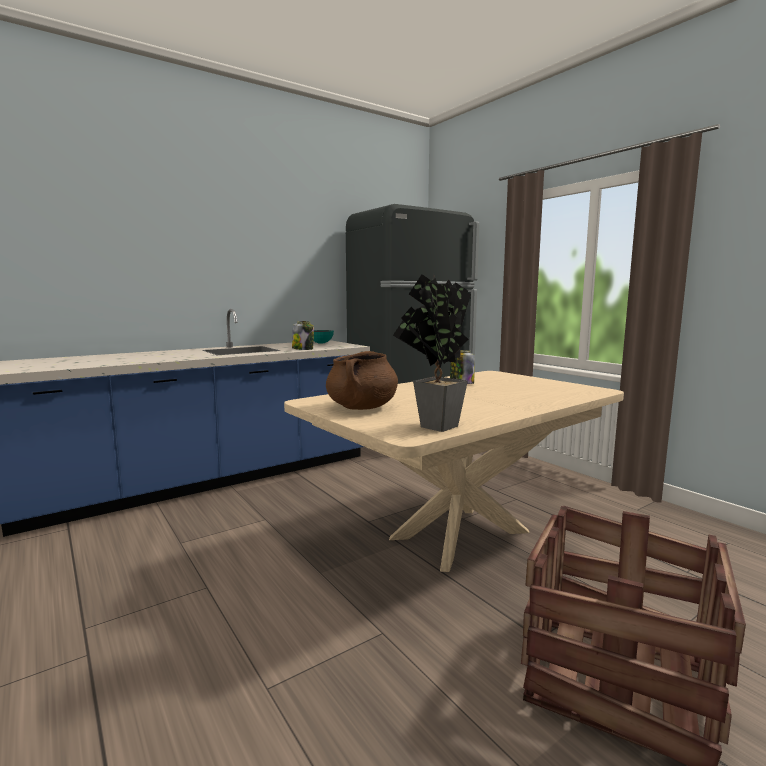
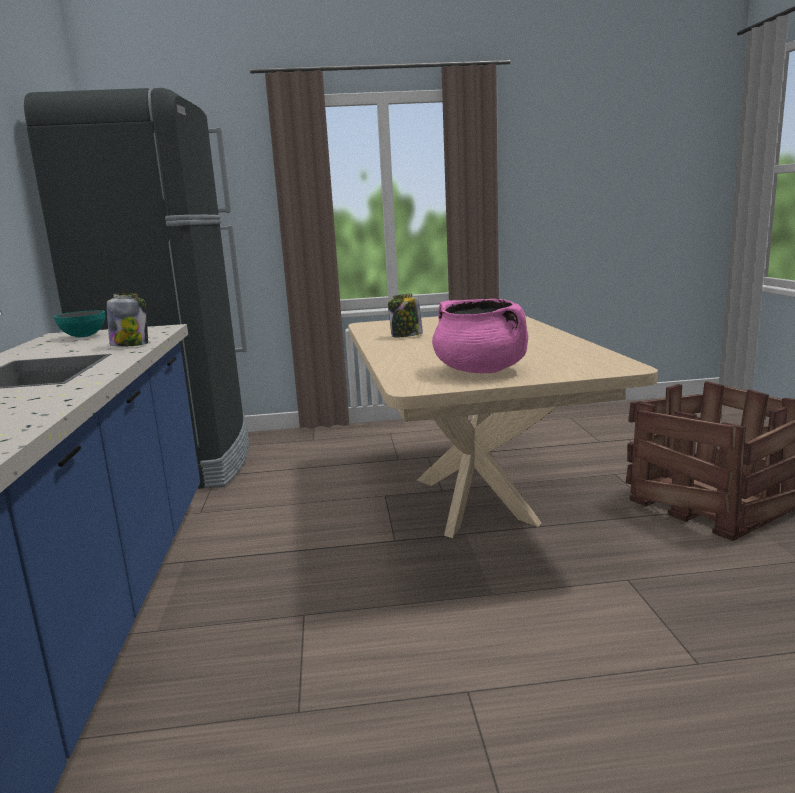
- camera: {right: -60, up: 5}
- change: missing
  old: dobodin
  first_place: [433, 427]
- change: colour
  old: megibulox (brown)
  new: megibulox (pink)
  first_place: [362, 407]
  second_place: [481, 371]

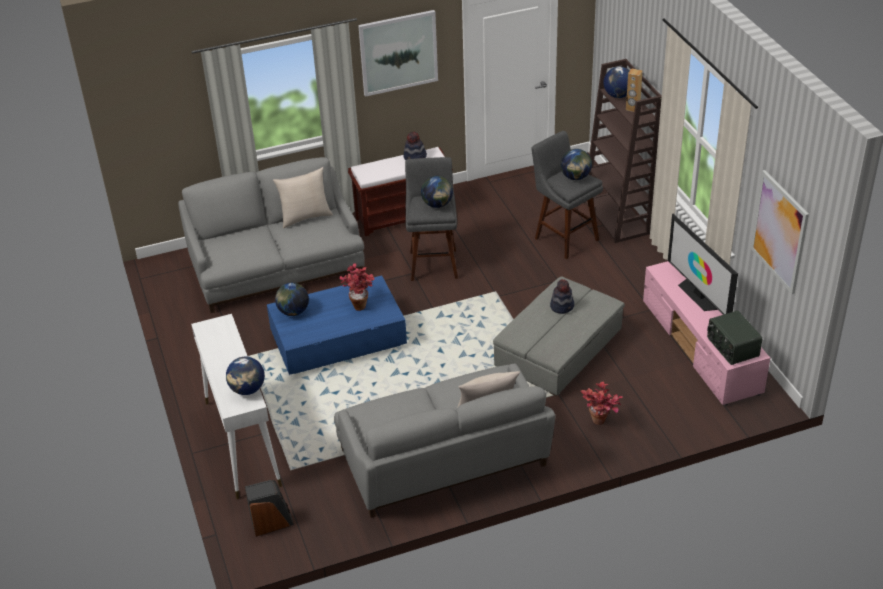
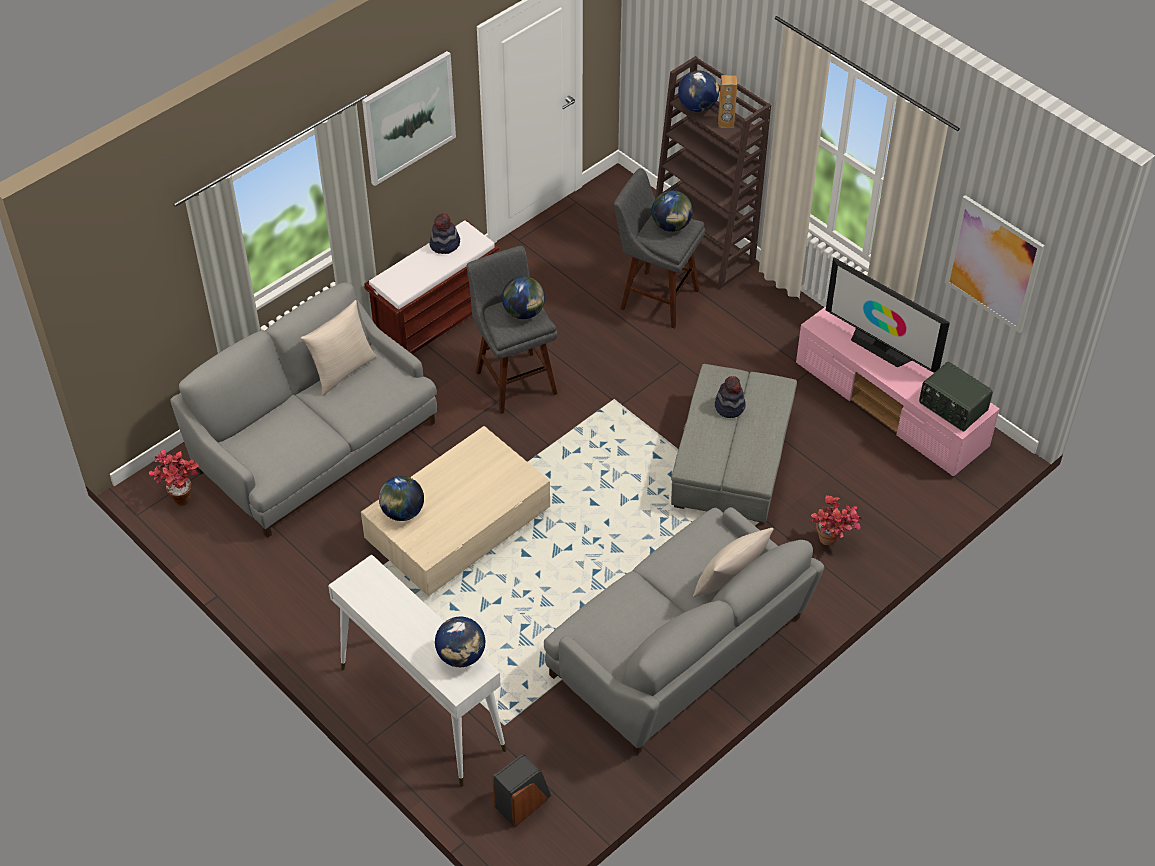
- camera: {right: -25, up: 10}
- change: relocated
  old: dobodin
  first_place: [359, 304]
  second_place: [180, 495]
- change: colour
  old: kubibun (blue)
  new: kubibun (beige)
  first_place: [339, 340]
  second_place: [458, 527]

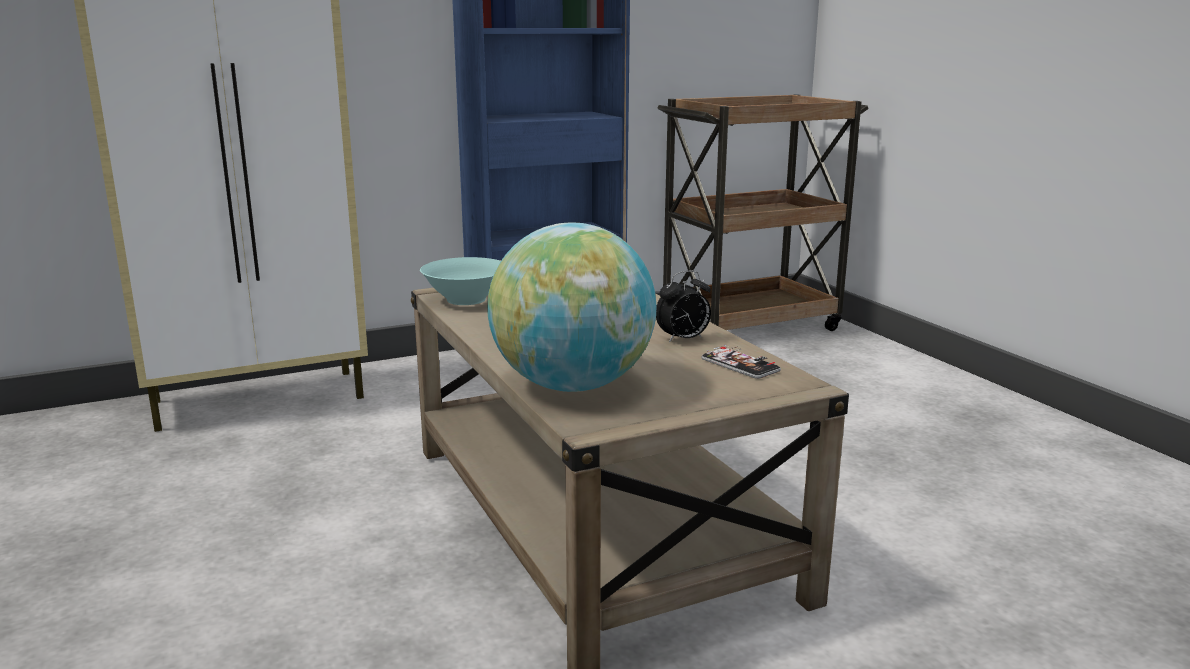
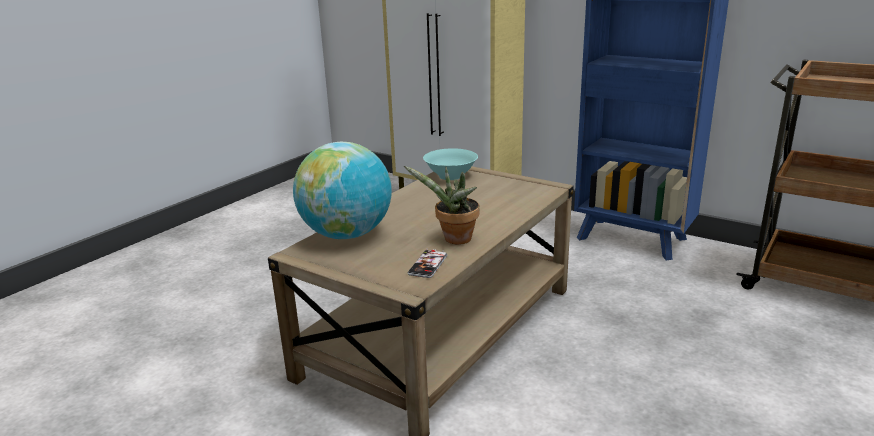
- camera: {right: 60, up: 5}
- change: exchanged
  old: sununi
  new: dobodin
  first_place: [683, 340]
  second_place: [454, 240]

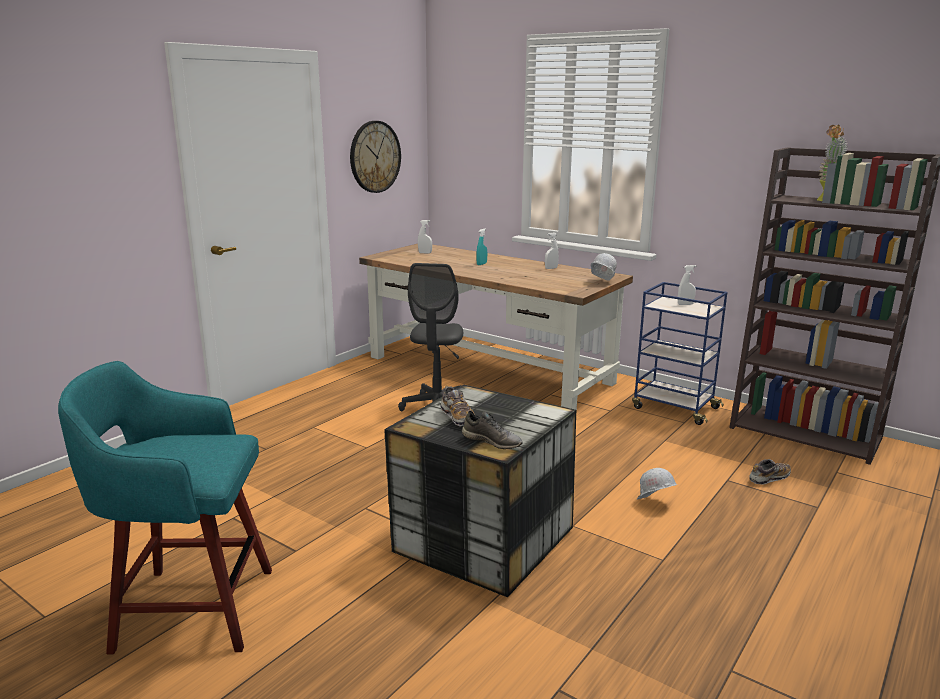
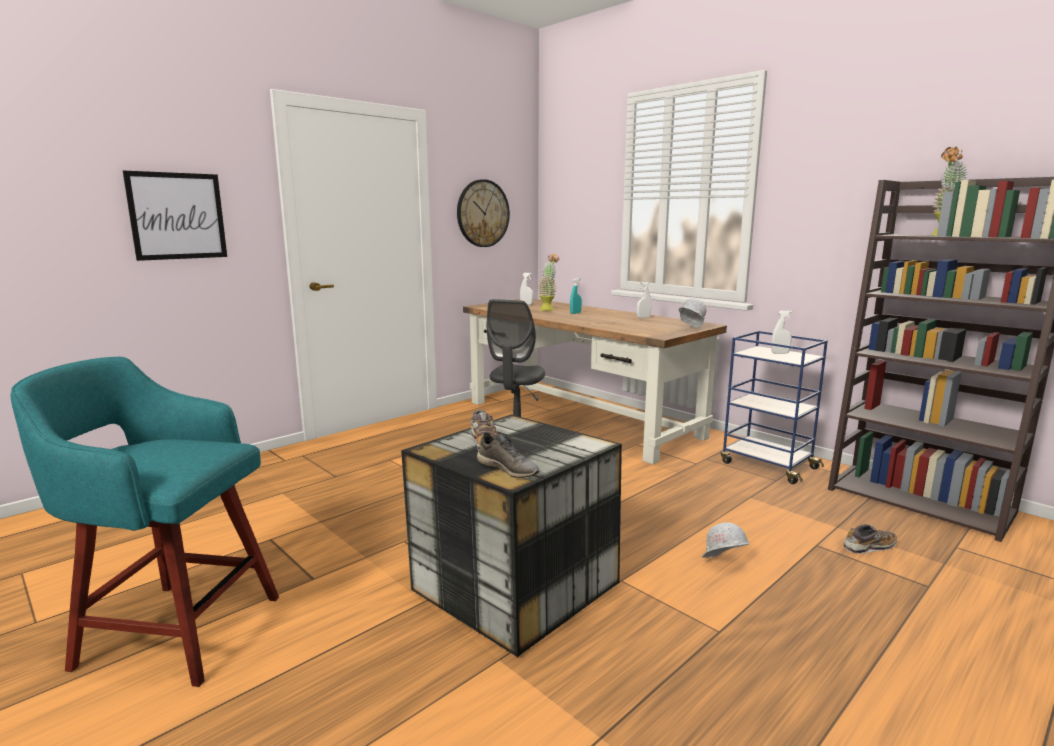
- camera: {right: 10, up: -5}
- change: appeared
  new: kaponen
  second_place: [177, 216]
- change: appeared
  new: dobodin
  second_place: [548, 309]

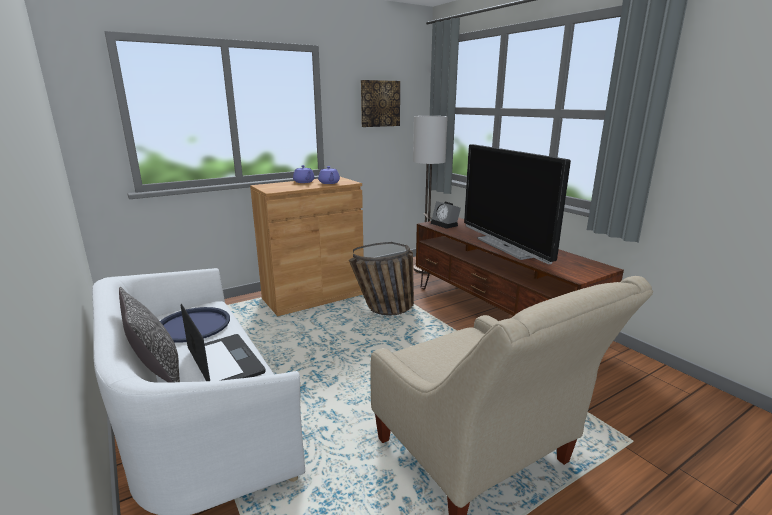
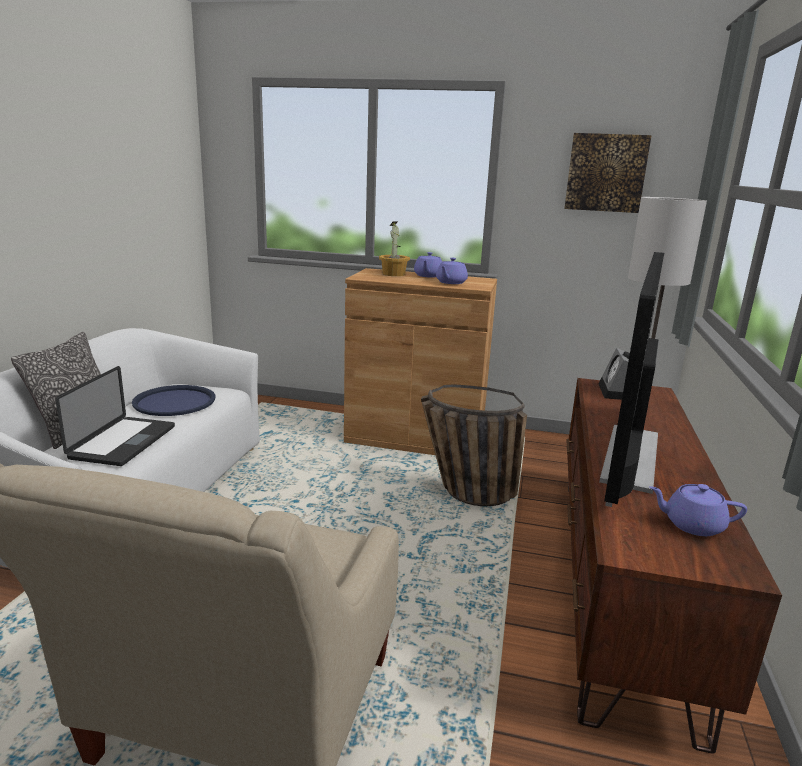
- camera: {right: 45, up: 0}
- change: appeared
  new: dobodin
  second_place: [394, 274]
- change: appeared
  new: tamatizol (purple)
  second_place: [692, 525]

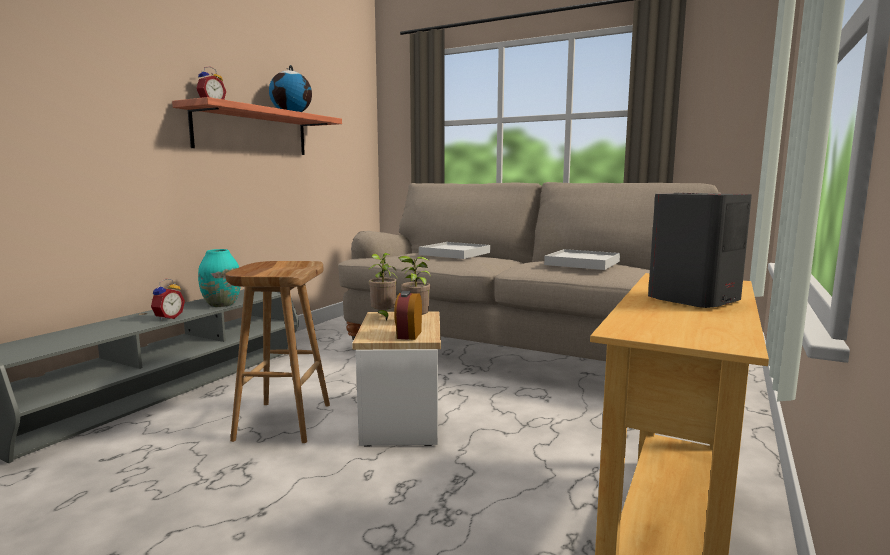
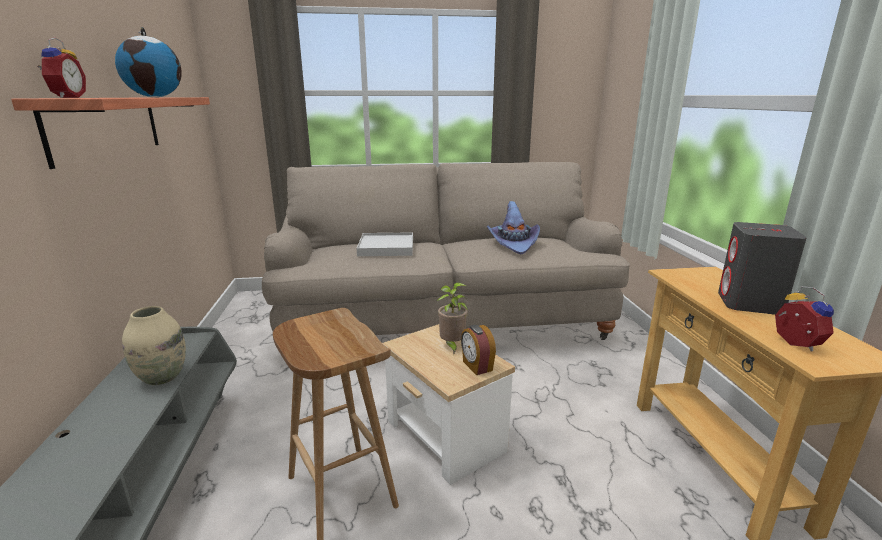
- camera: {right: -35, up: 10}
- change: missing
  old: dobodin
  first_place: [383, 317]
- change: relocated
  old: sununi
  first_place: [167, 318]
  second_place: [794, 344]
- change: exchanged
  old: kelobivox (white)
  new: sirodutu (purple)
  first_place: [582, 263]
  second_place: [513, 244]
- change: colour
  old: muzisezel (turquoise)
  new: muzisezel (beige)
  first_place: [221, 304]
  second_place: [162, 377]

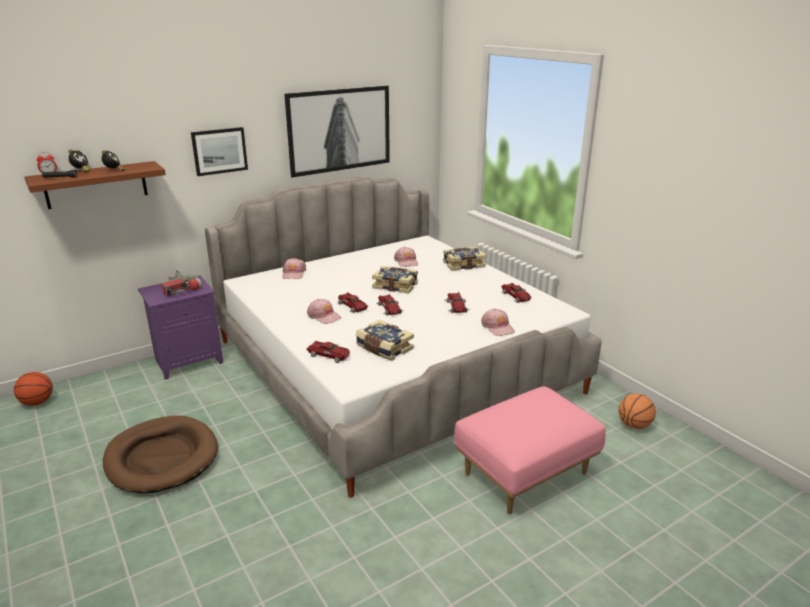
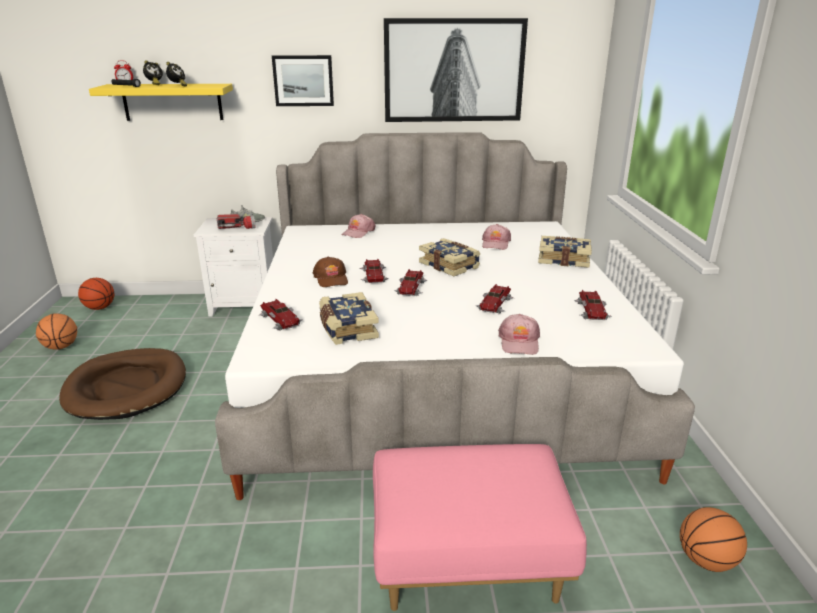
- camera: {right: 30, up: 0}
- change: appeared
  new: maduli
  second_place: [61, 347]
- change: colour
  old: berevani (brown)
  new: berevani (yellow)
  first_place: [96, 185]
  second_place: [172, 102]
- change: colour
  old: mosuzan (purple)
  new: mosuzan (white)
  first_place: [189, 360]
  second_place: [246, 305]
- change: colour
  old: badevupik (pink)
  new: badevupik (brown)
  first_place: [324, 316]
  second_place: [331, 279]

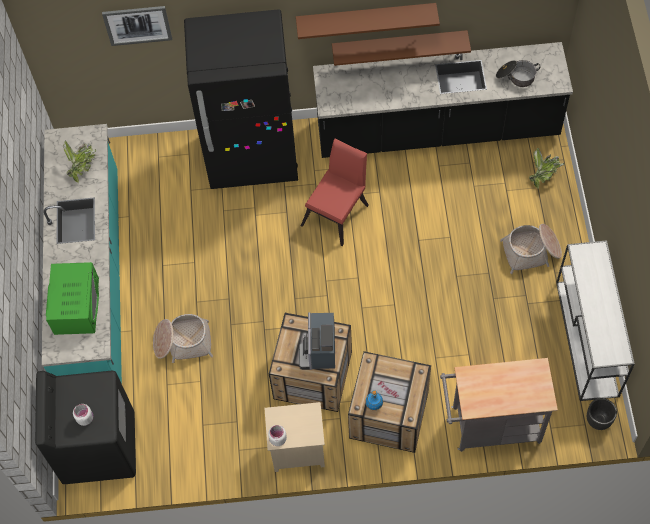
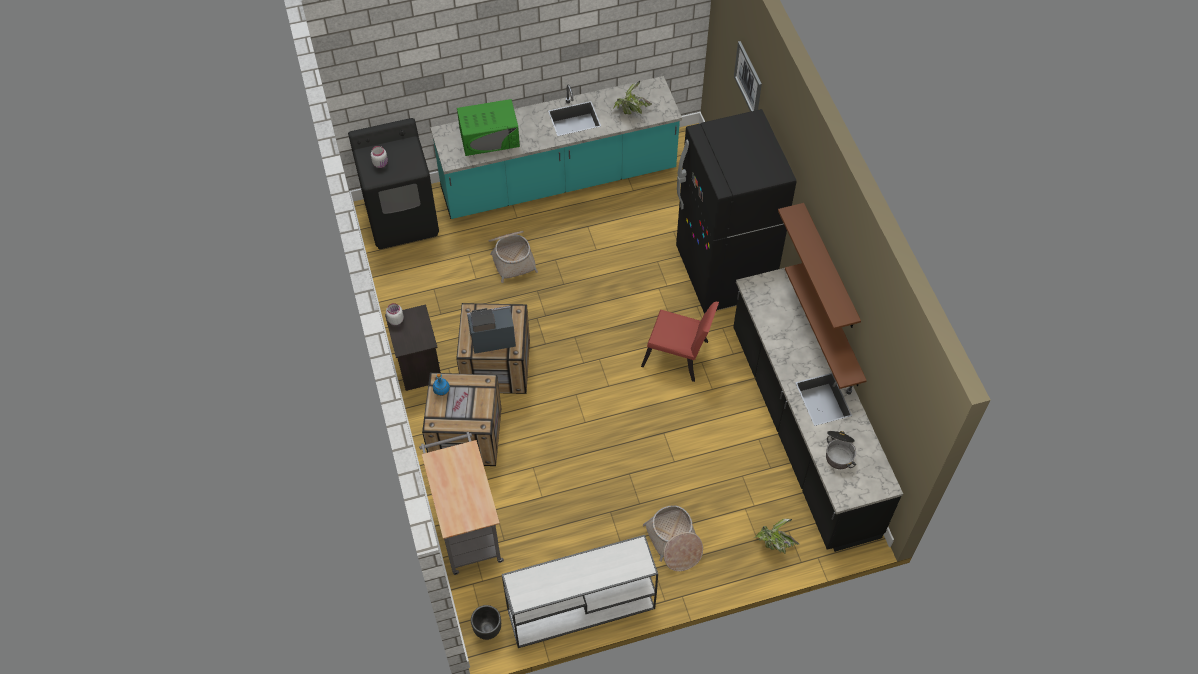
- camera: {right: 75, up: -5}
- change: colour
  old: mosuzan (beige)
  new: mosuzan (black)
  first_place: [297, 451]
  second_place: [417, 366]

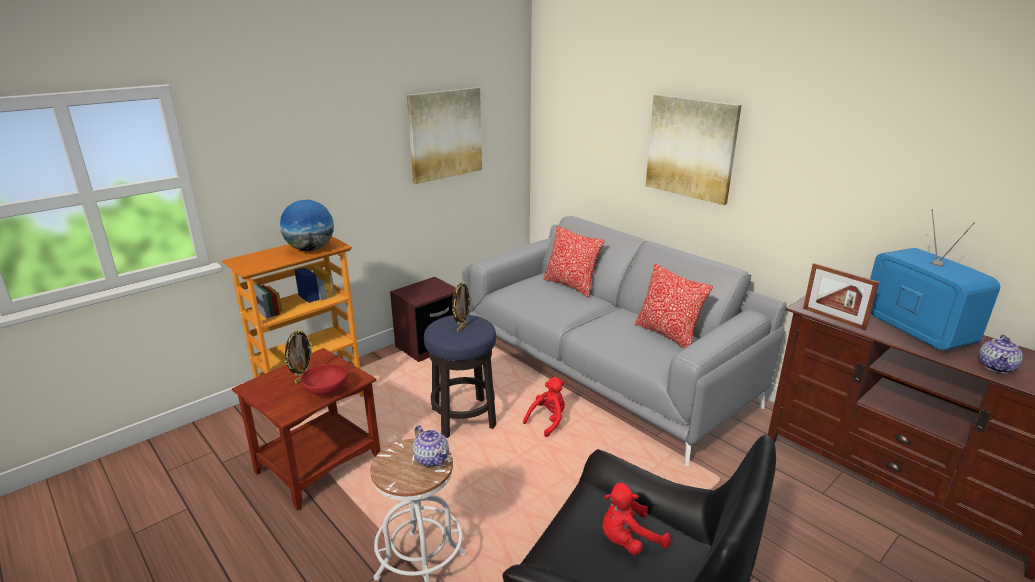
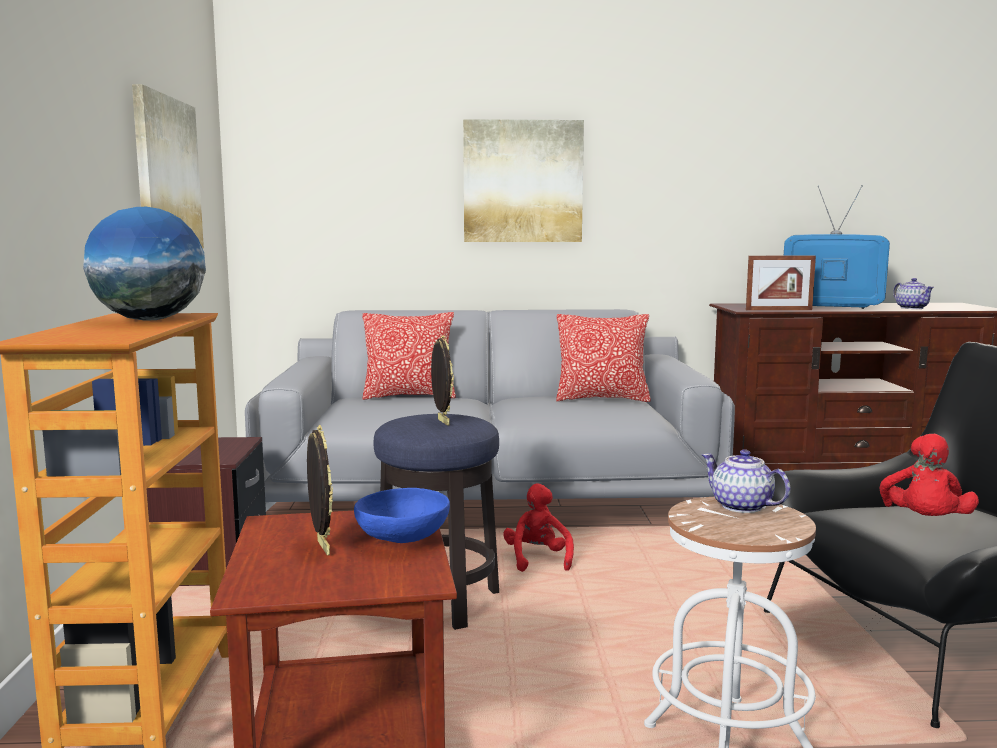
- camera: {right: -50, up: -15}
- change: colour
  old: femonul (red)
  new: femonul (blue)
  first_place: [326, 391]
  second_place: [403, 540]
- change: spun
  old: tamatizol
  first_place: [431, 458]
  second_place: [742, 506]
  degrees: -135

